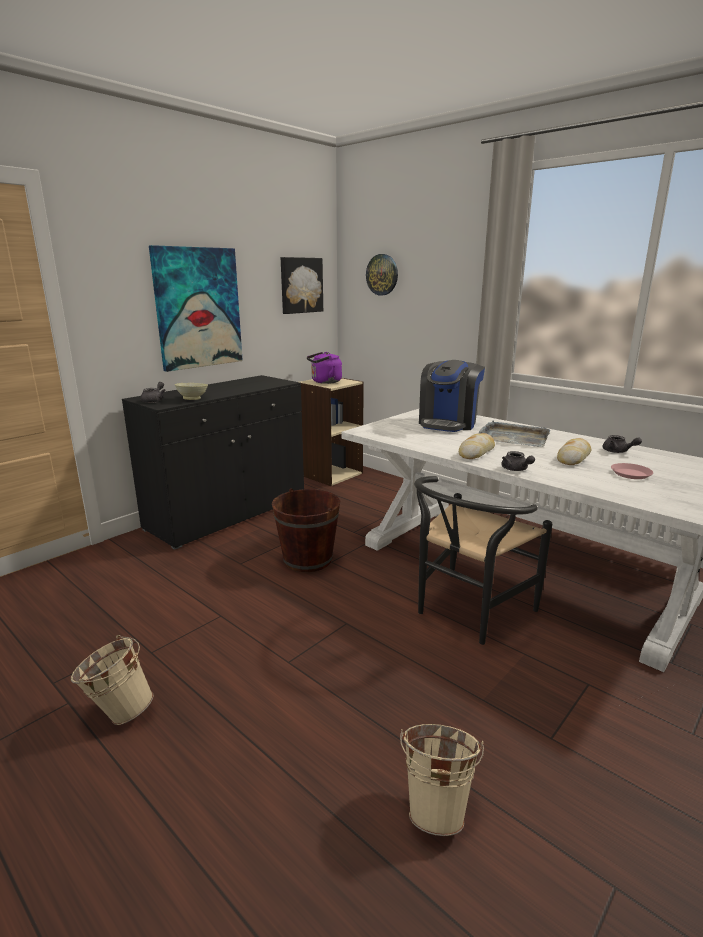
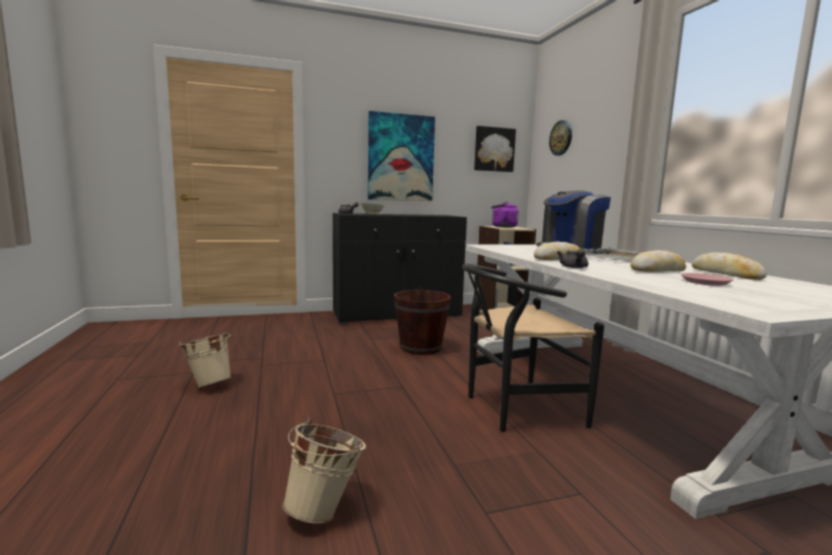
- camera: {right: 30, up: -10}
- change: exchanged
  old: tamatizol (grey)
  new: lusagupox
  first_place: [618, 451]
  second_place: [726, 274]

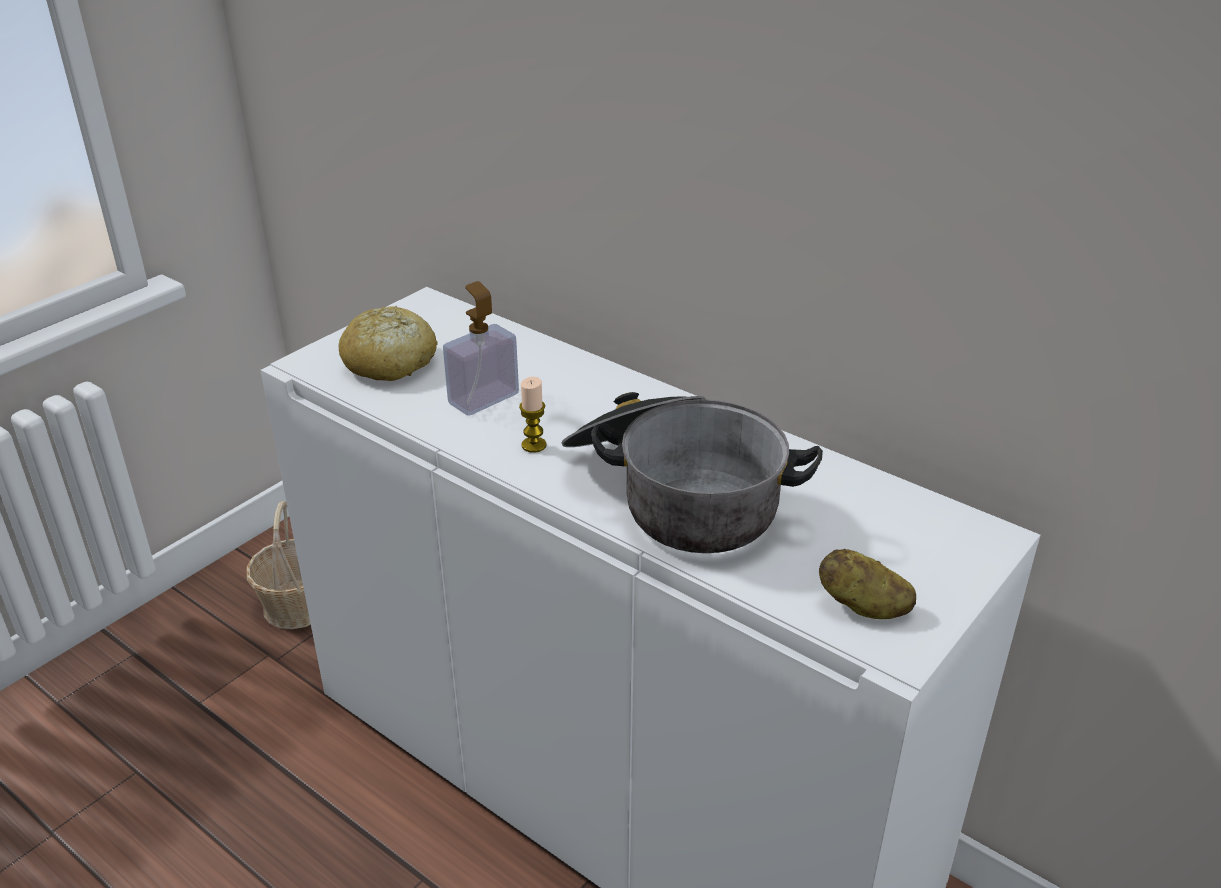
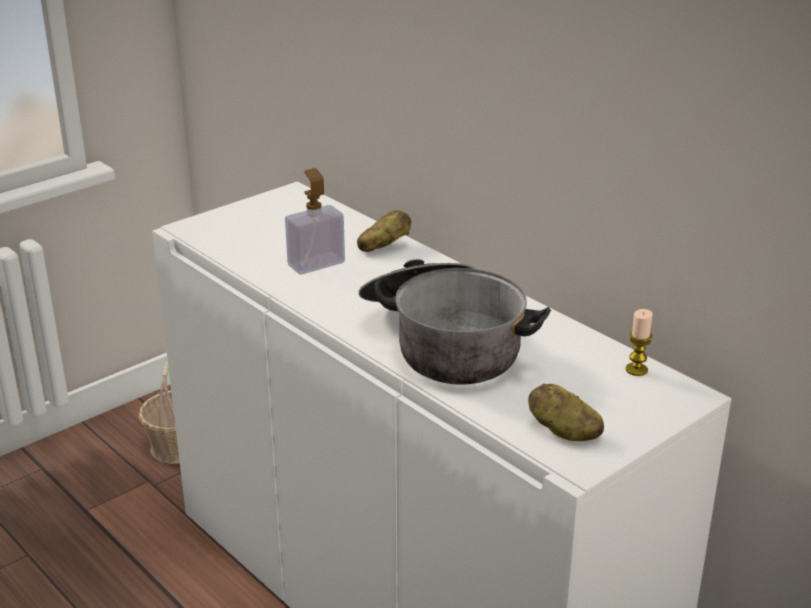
- camera: {right: 10, up: -5}
- change: missing
  old: lusagupox
  first_place: [390, 362]
- change: appeared
  new: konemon
  second_place: [383, 246]
- change: relocated
  old: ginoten
  first_place: [534, 445]
  second_place: [636, 370]

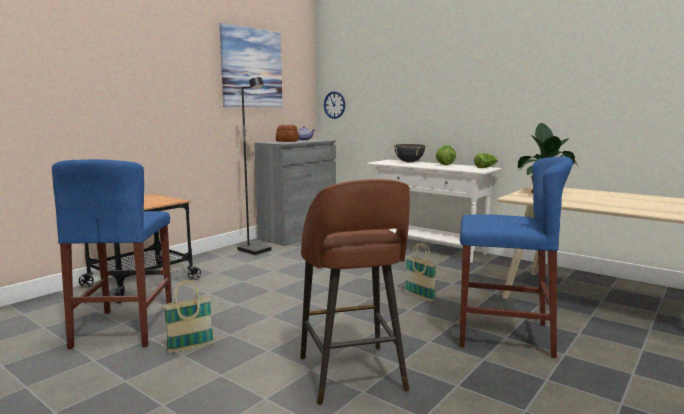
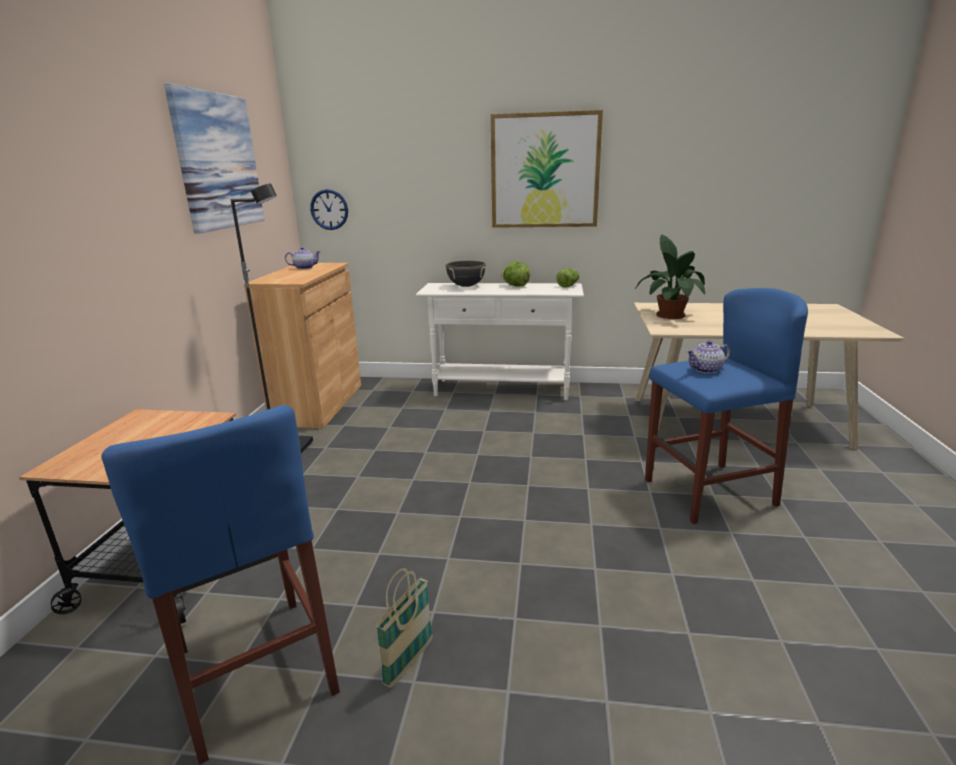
- camera: {right: -30, up: 10}
- change: missing
  old: lusagupox
  first_place: [287, 141]
- change: missing
  old: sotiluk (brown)
  first_place: [352, 375]
- change: missing
  old: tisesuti
  first_place: [419, 297]
- change: appeared
  new: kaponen
  second_place: [545, 171]
- change: appeared
  new: tamatizol
  second_place: [706, 370]
- change: colour
  old: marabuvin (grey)
  new: marabuvin (brown)
  first_place: [298, 235]
  second_place: [318, 404]

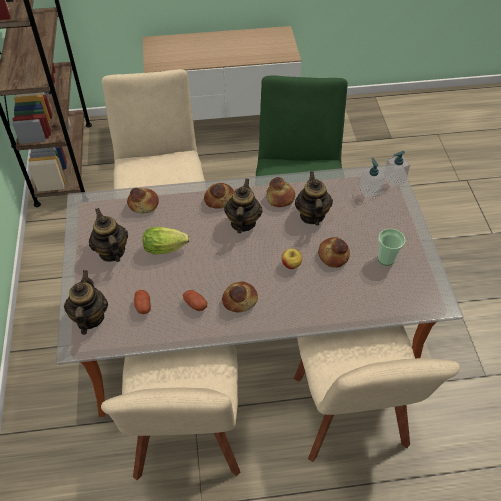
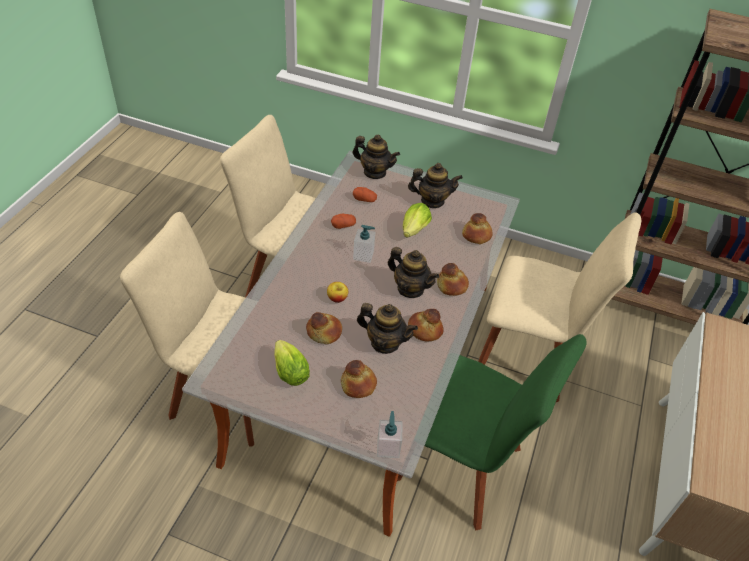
- camera: {right: 115, up: -5}
- change: relocated
  old: lusagupox
  first_place: [240, 300]
  second_place: [358, 385]
- change: relocated
  old: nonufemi
  first_place: [370, 190]
  second_place: [363, 255]
- change: exchanged
  old: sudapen
  new: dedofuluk
  first_place: [386, 258]
  second_place: [289, 370]

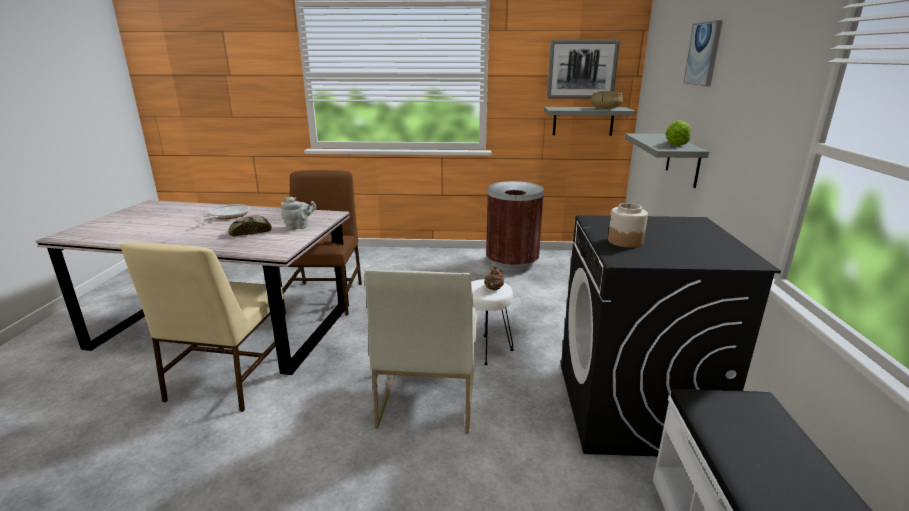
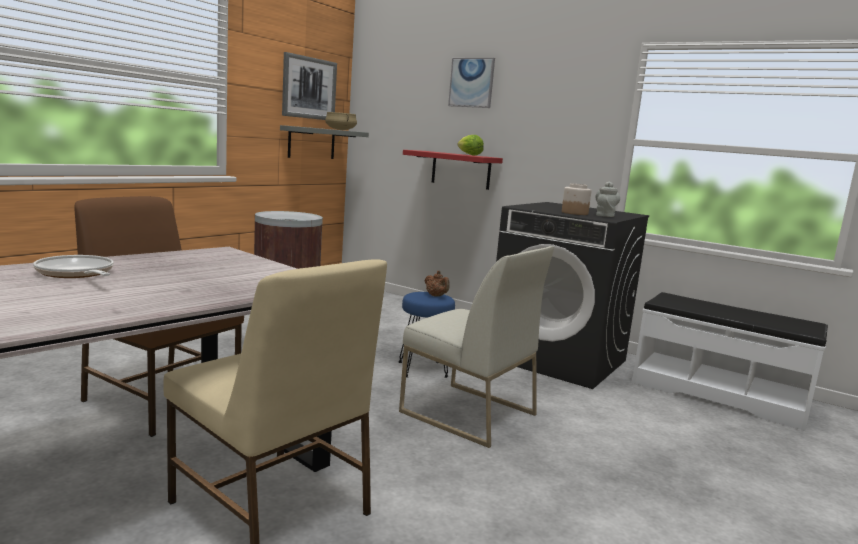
- camera: {right: -60, up: -10}
- change: missing
  old: lusagupox
  first_place: [249, 232]
- change: relocated
  old: tamatizol (grey)
  first_place: [299, 227]
  second_place: [605, 215]
- change: colour
  old: sotiluk (white)
  new: sotiluk (blue)
  first_place: [486, 350]
  second_place: [423, 369]
- change: colour
  old: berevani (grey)
  new: berevani (red)
  first_place: [683, 160]
  second_place: [461, 170]

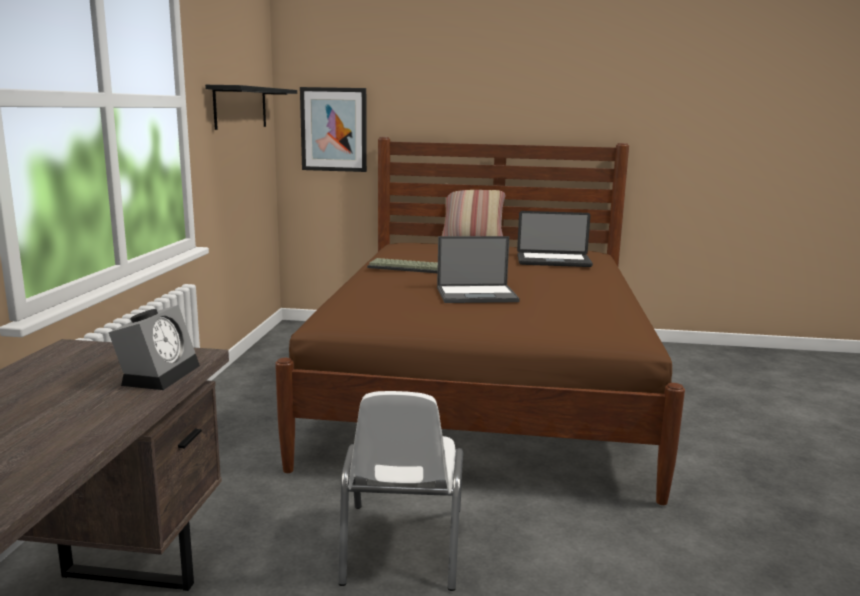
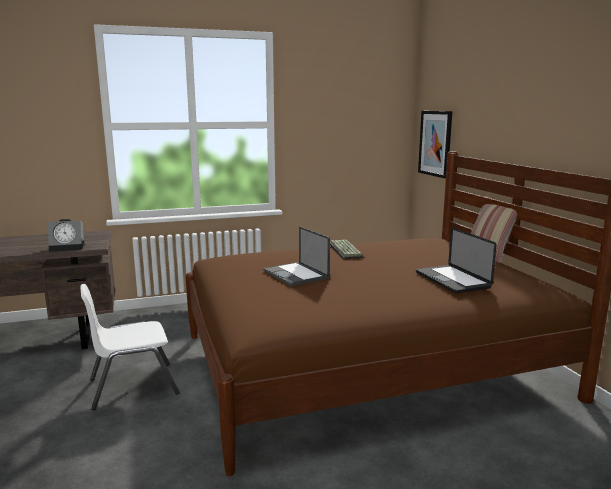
- camera: {right: 65, up: 0}
- change: missing
  old: berevani (black)
  first_place: [241, 107]

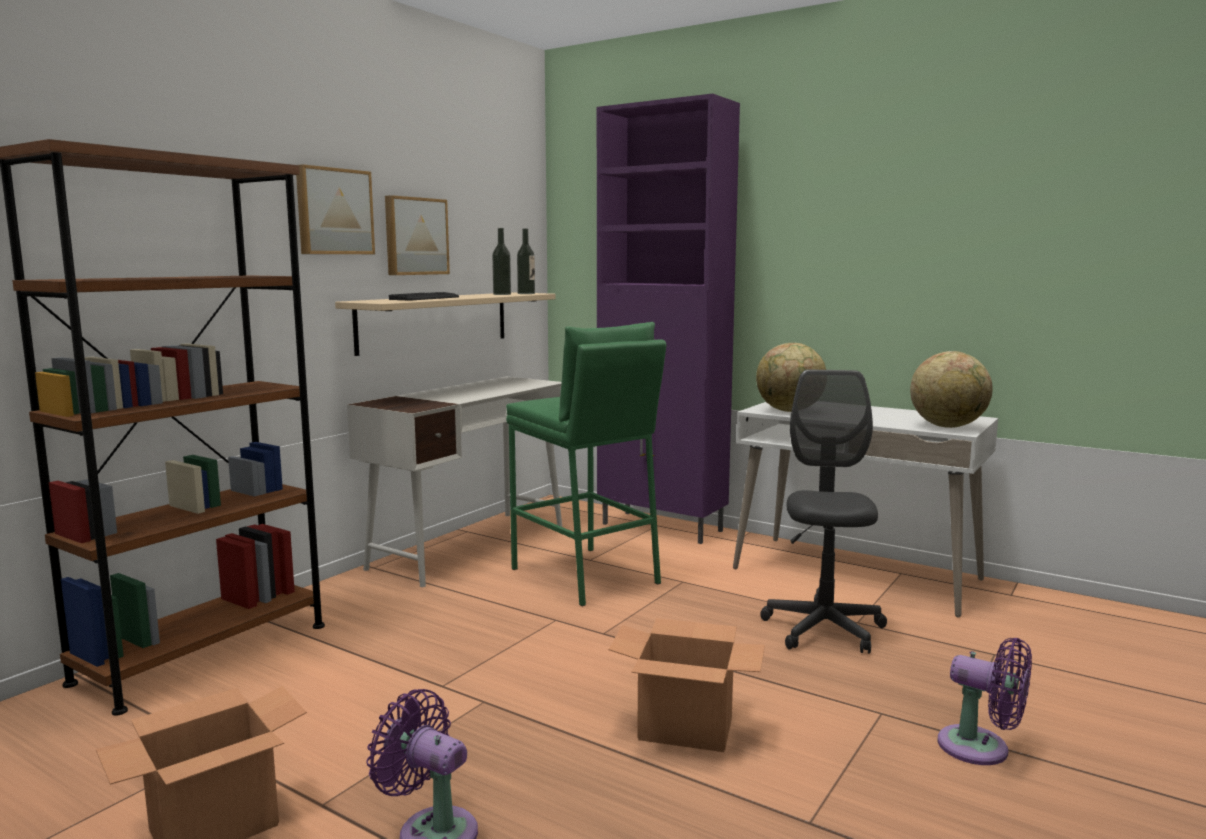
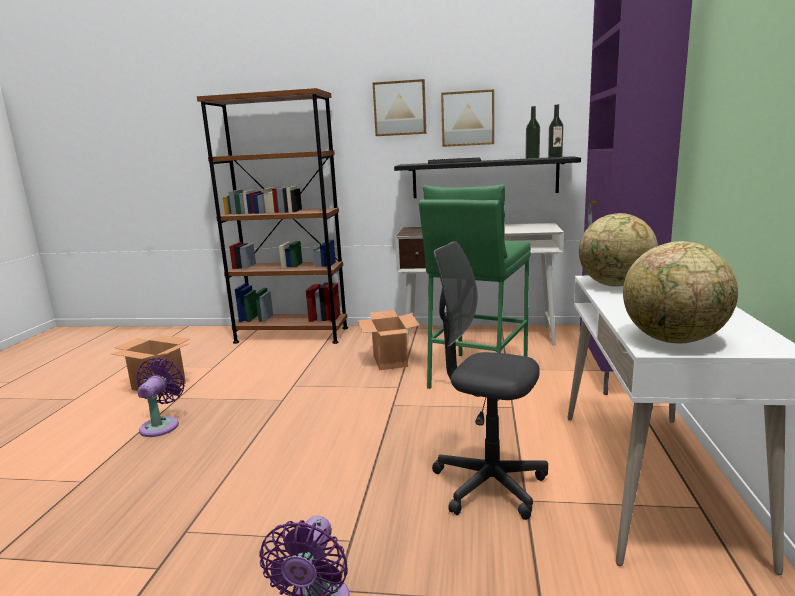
- camera: {right: 65, up: 5}
- change: relocated
  old: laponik
  first_place: [686, 729]
  second_place: [390, 361]
- change: colour
  old: berevani (beige)
  new: berevani (black)
  first_place: [435, 321]
  second_place: [484, 178]
- change: spun
  old: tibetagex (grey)
  first_place: [823, 629]
  second_place: [489, 485]
  degrees: -135

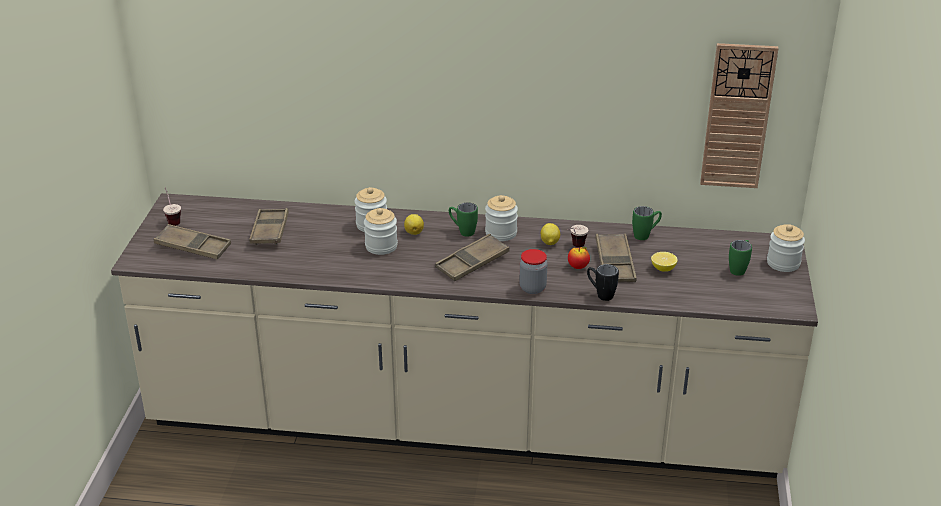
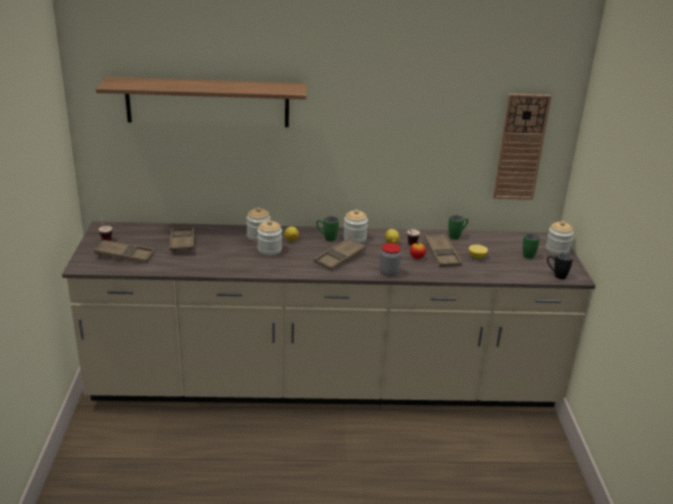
- camera: {right: -10, up: -5}
- change: appeared
  new: berevani
  second_place: [207, 102]
- change: relocated
  old: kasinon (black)
  first_place: [600, 294]
  second_place: [556, 275]

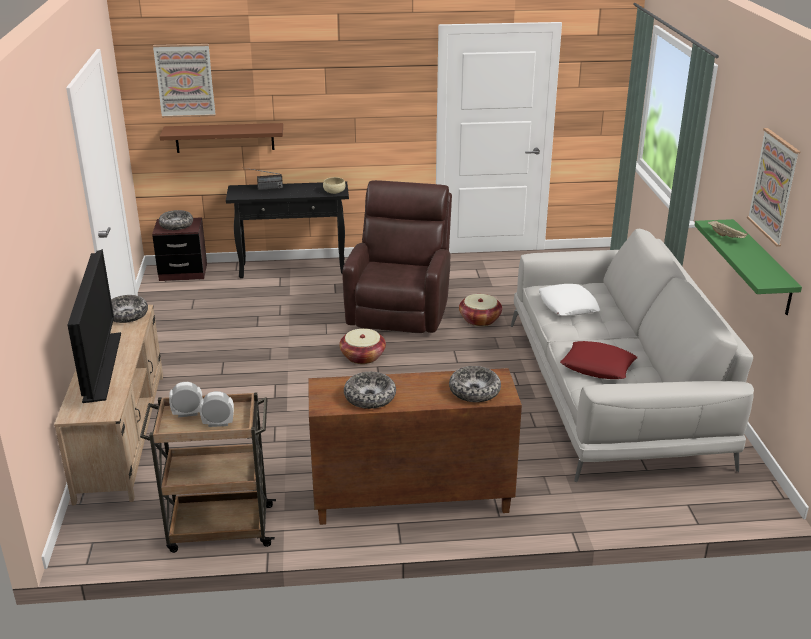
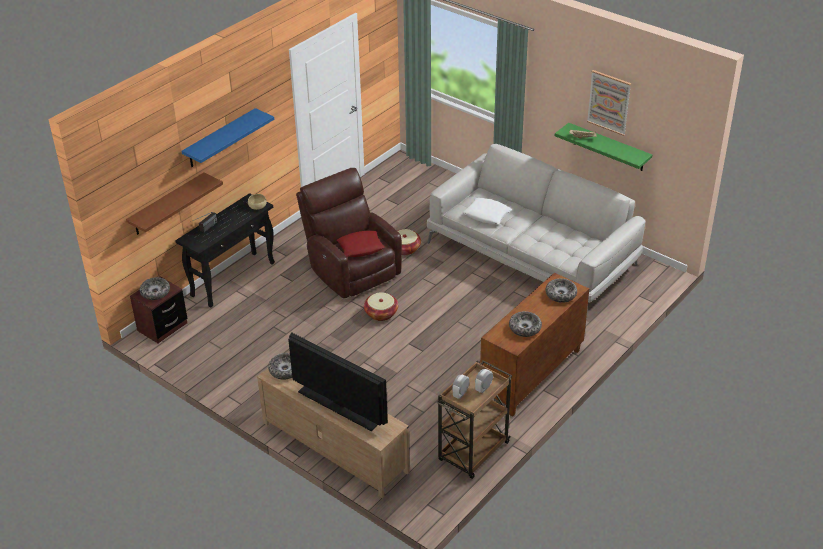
- camera: {right: -45, up: 10}
- change: missing
  old: kaponen
  first_place: [185, 80]
- change: appeared
  new: berevani (blue)
  second_place: [220, 138]
- change: relocated
  old: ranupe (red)
  first_place: [598, 366]
  second_place: [361, 247]

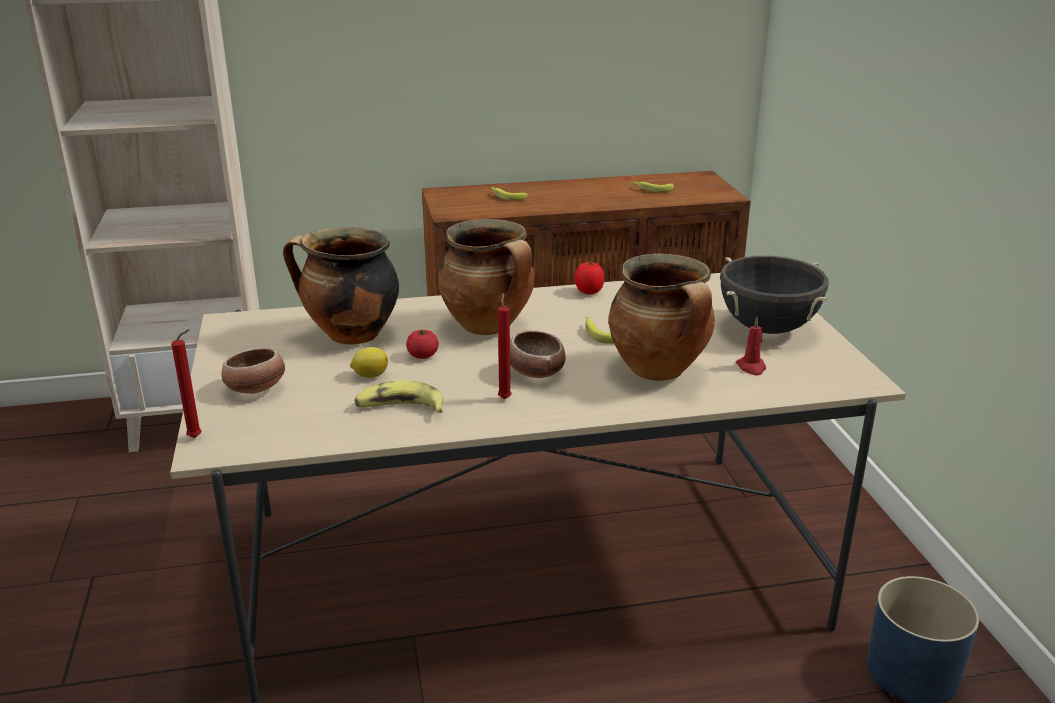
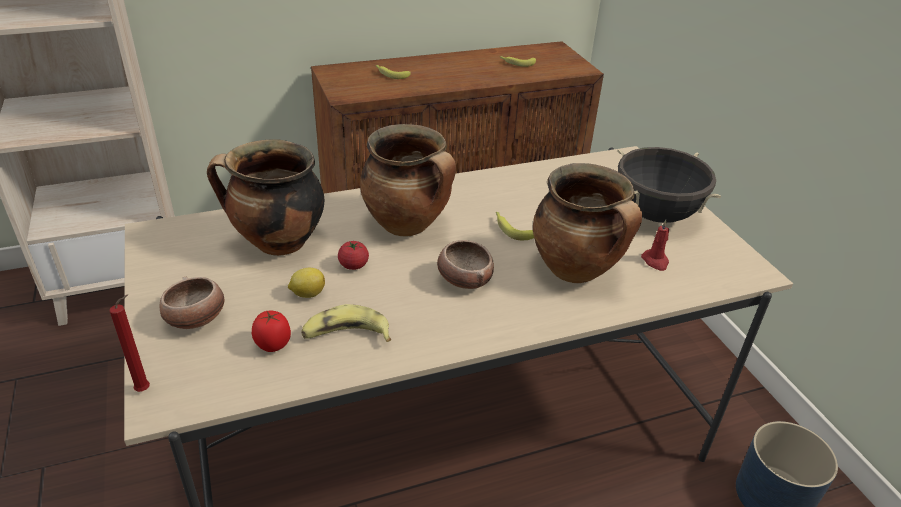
- camera: {right: -10, up: 10}
- change: missing
  old: ginoten (red)
  first_place: [505, 398]
- change: relocated
  old: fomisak
  first_place: [588, 292]
  second_place: [273, 344]

